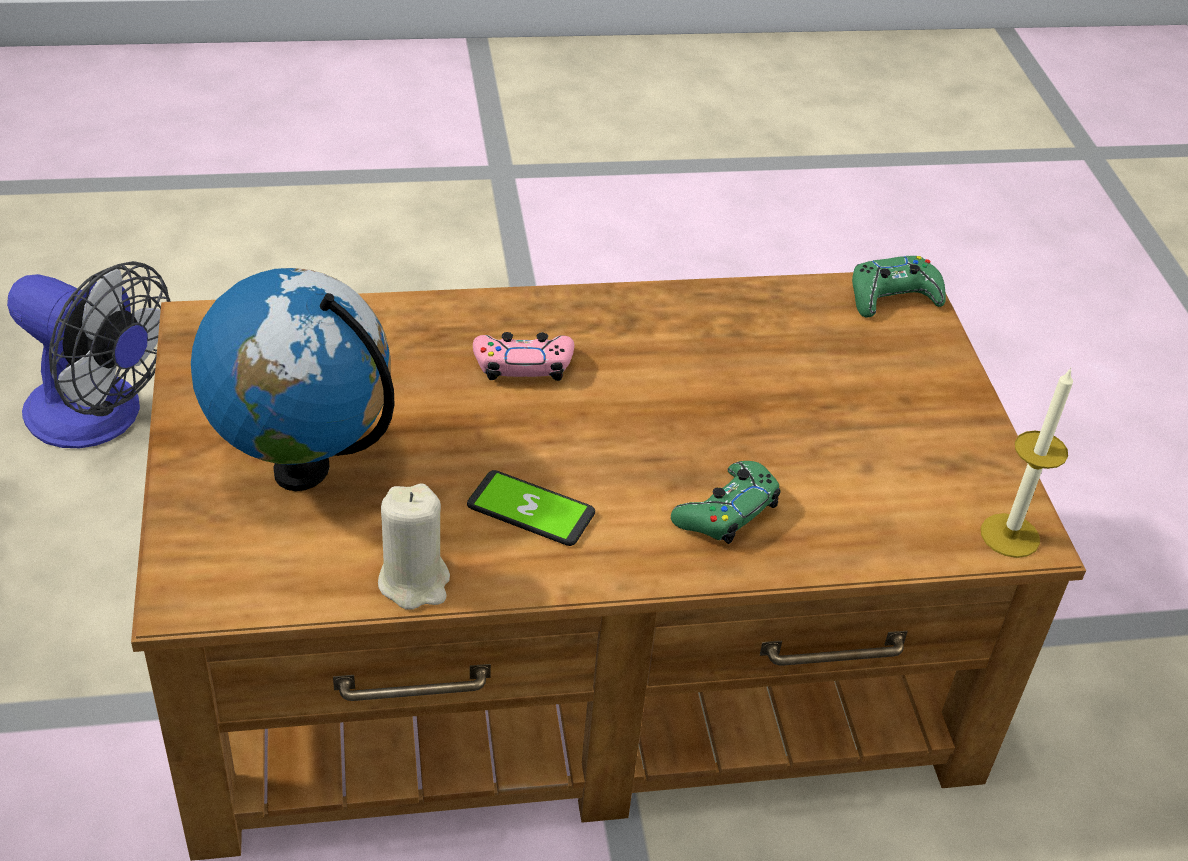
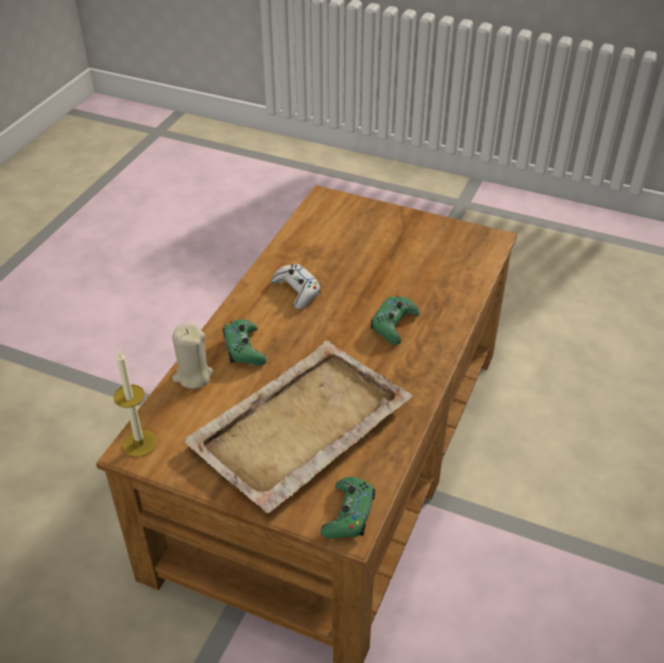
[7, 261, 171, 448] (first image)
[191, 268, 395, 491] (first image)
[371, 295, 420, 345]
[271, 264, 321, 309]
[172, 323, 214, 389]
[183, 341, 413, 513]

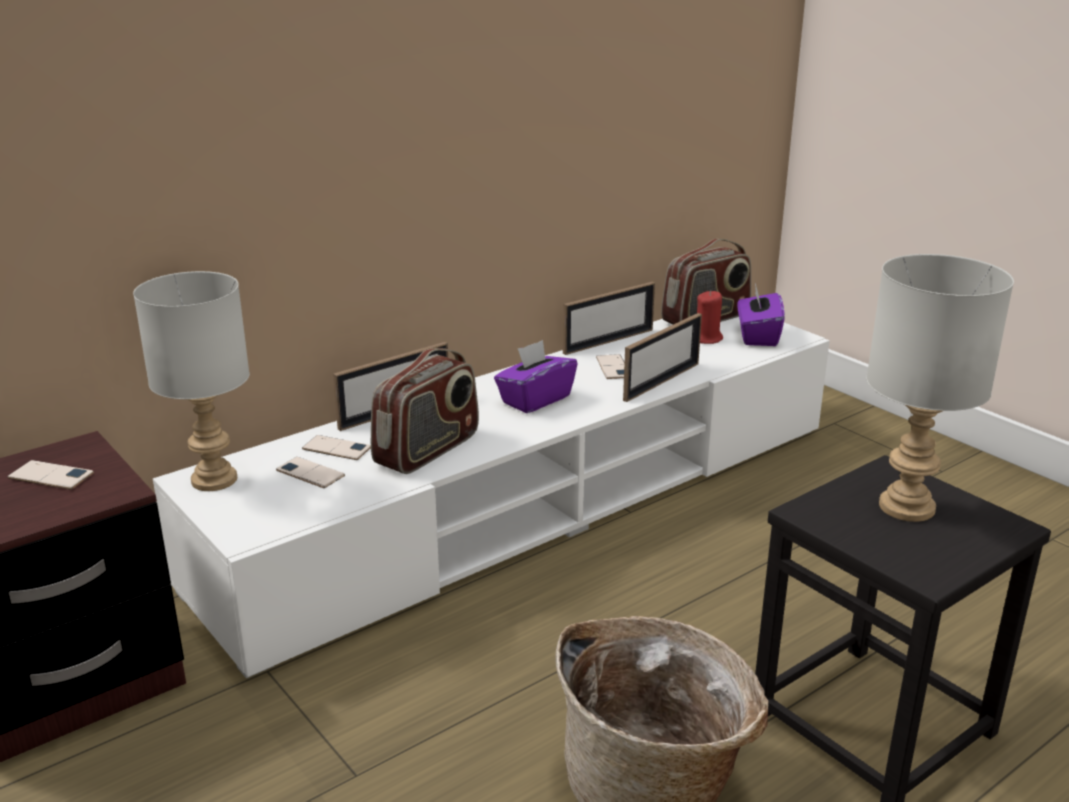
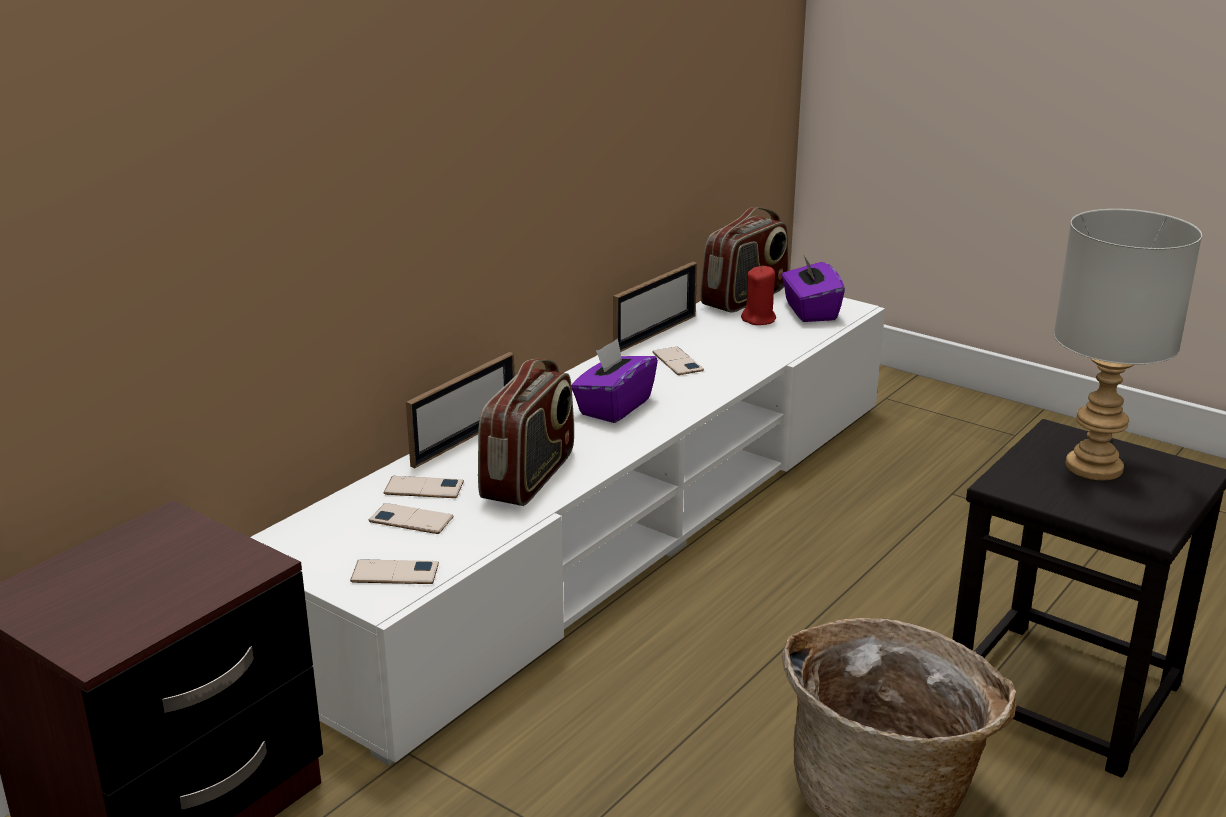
[133, 271, 250, 491] (first image)
[623, 313, 702, 402] (first image)
[350, 559, 439, 584]

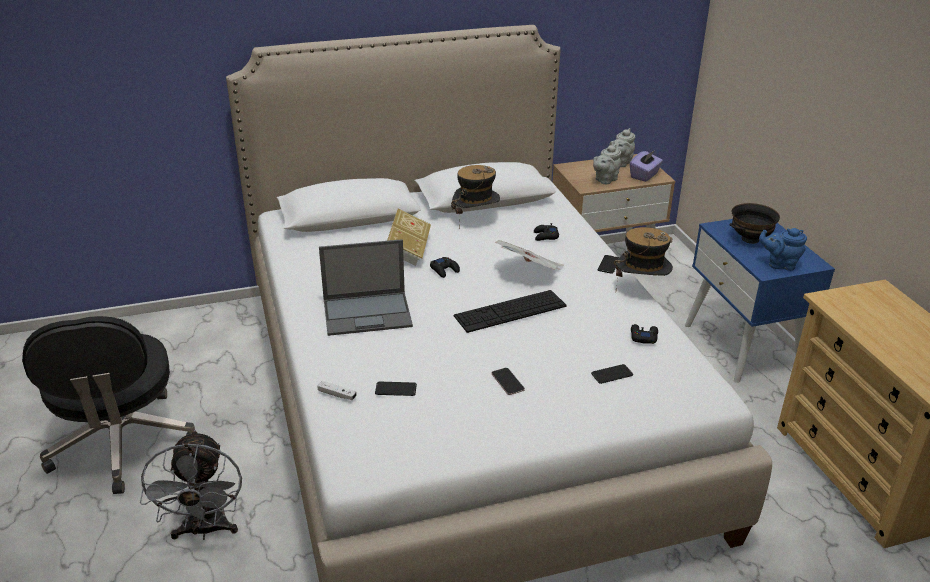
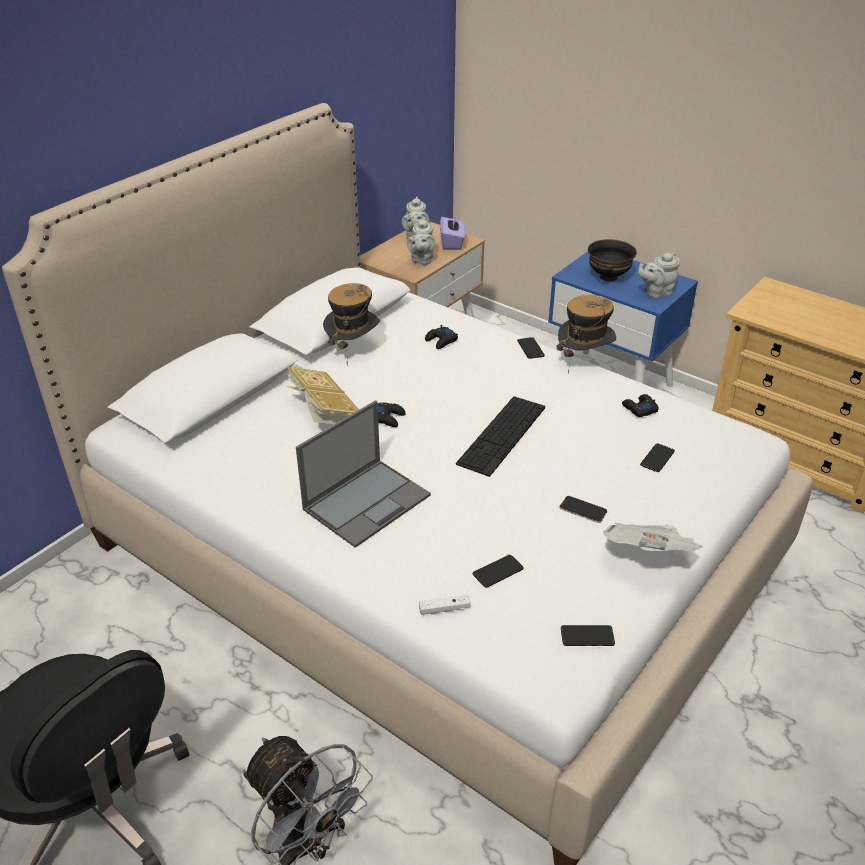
[638, 253, 680, 298]
[603, 523, 702, 552]
[561, 625, 615, 646]

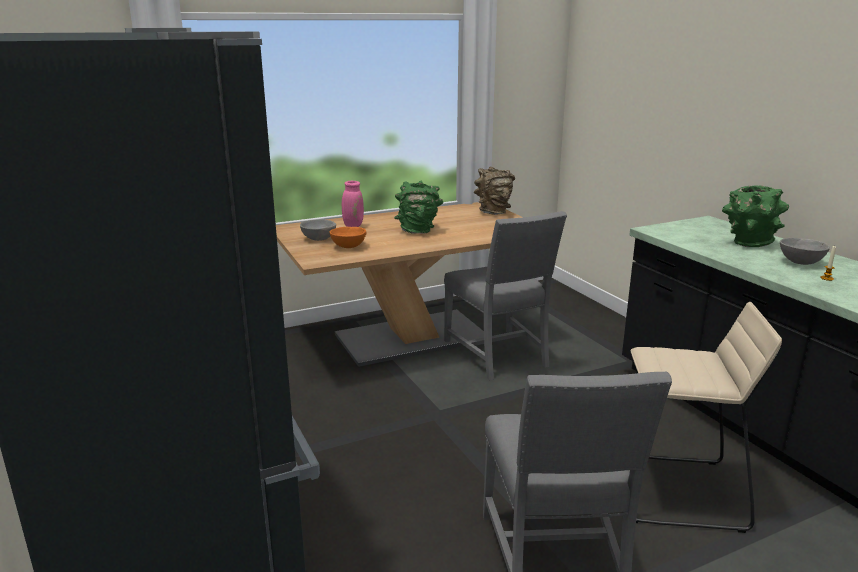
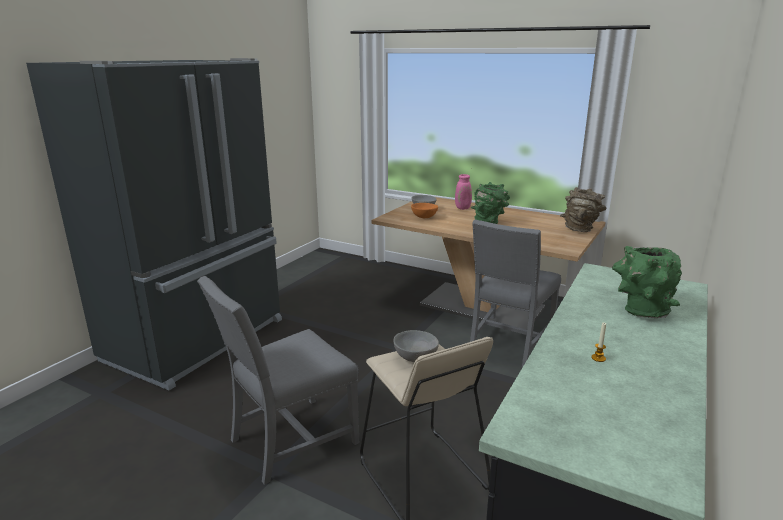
[393, 330, 439, 362]

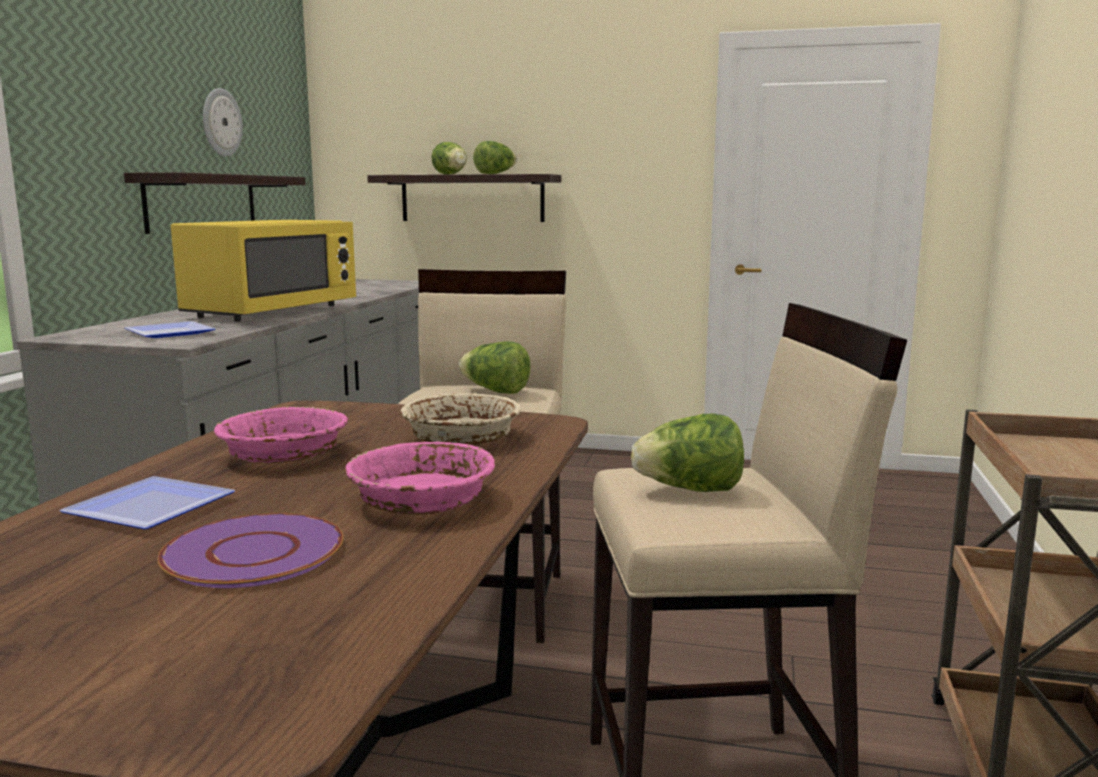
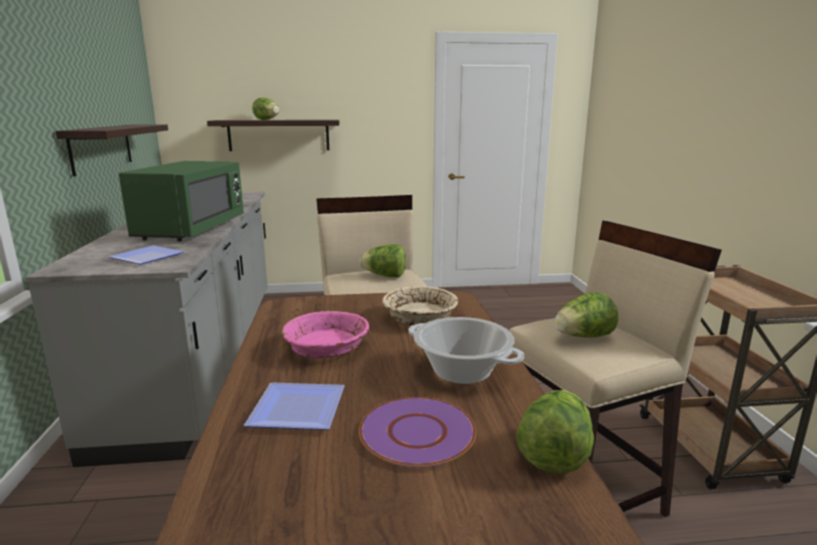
[203, 88, 243, 157] (first image)
[516, 390, 594, 474]
[119, 161, 244, 241]
[408, 317, 525, 384]

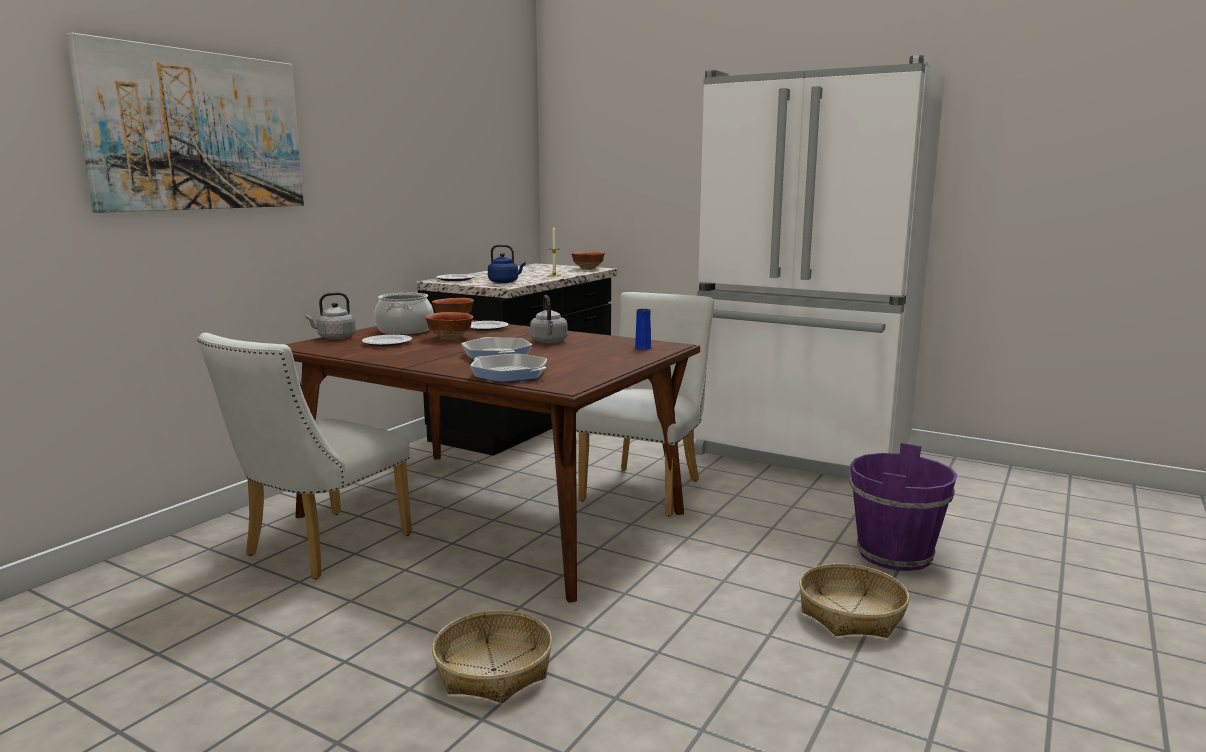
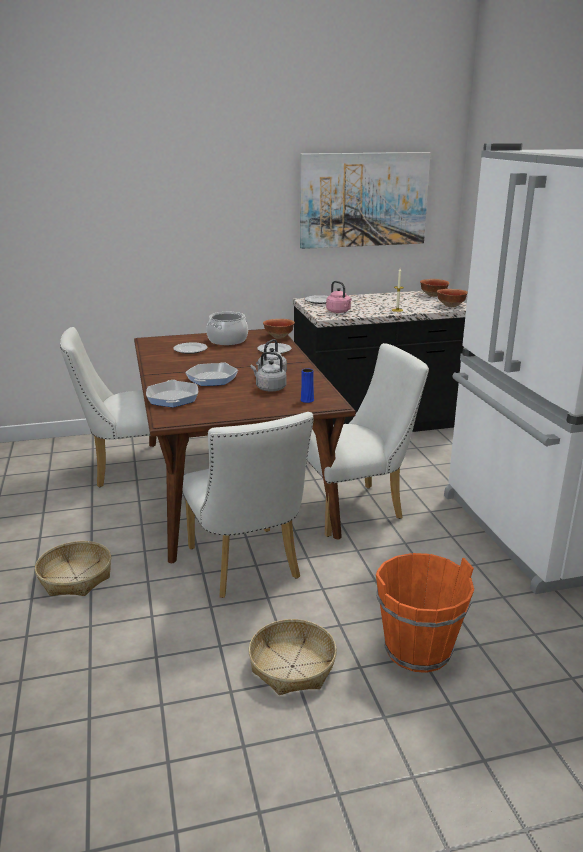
[300, 152, 431, 249]
[326, 281, 352, 313]
[251, 352, 286, 391]
[420, 279, 449, 297]
[376, 553, 474, 673]
[182, 412, 314, 598]

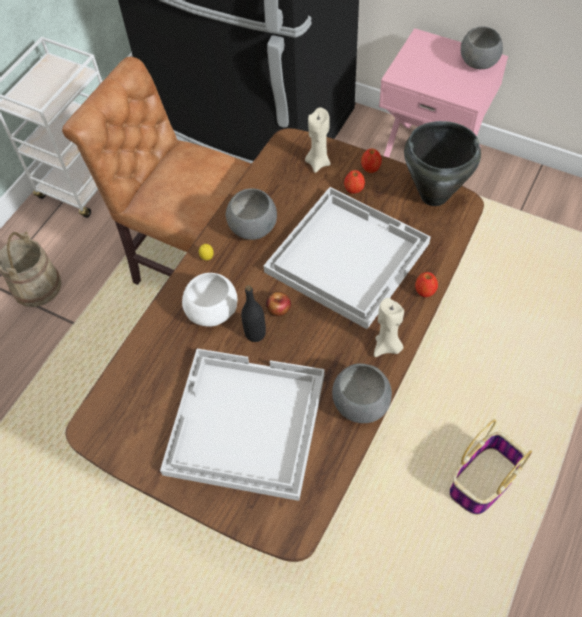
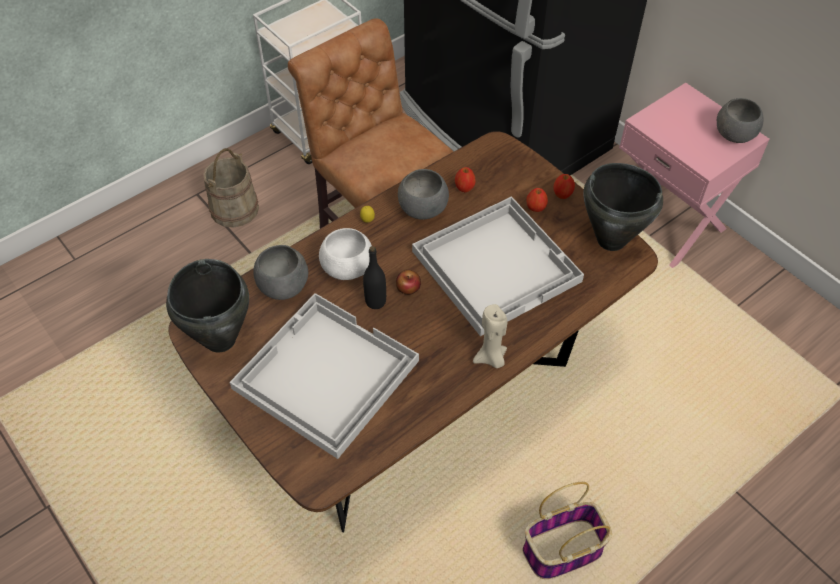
[305, 107, 331, 173] (first image)
[455, 167, 476, 192]
[253, 245, 308, 300]
[166, 259, 249, 353]

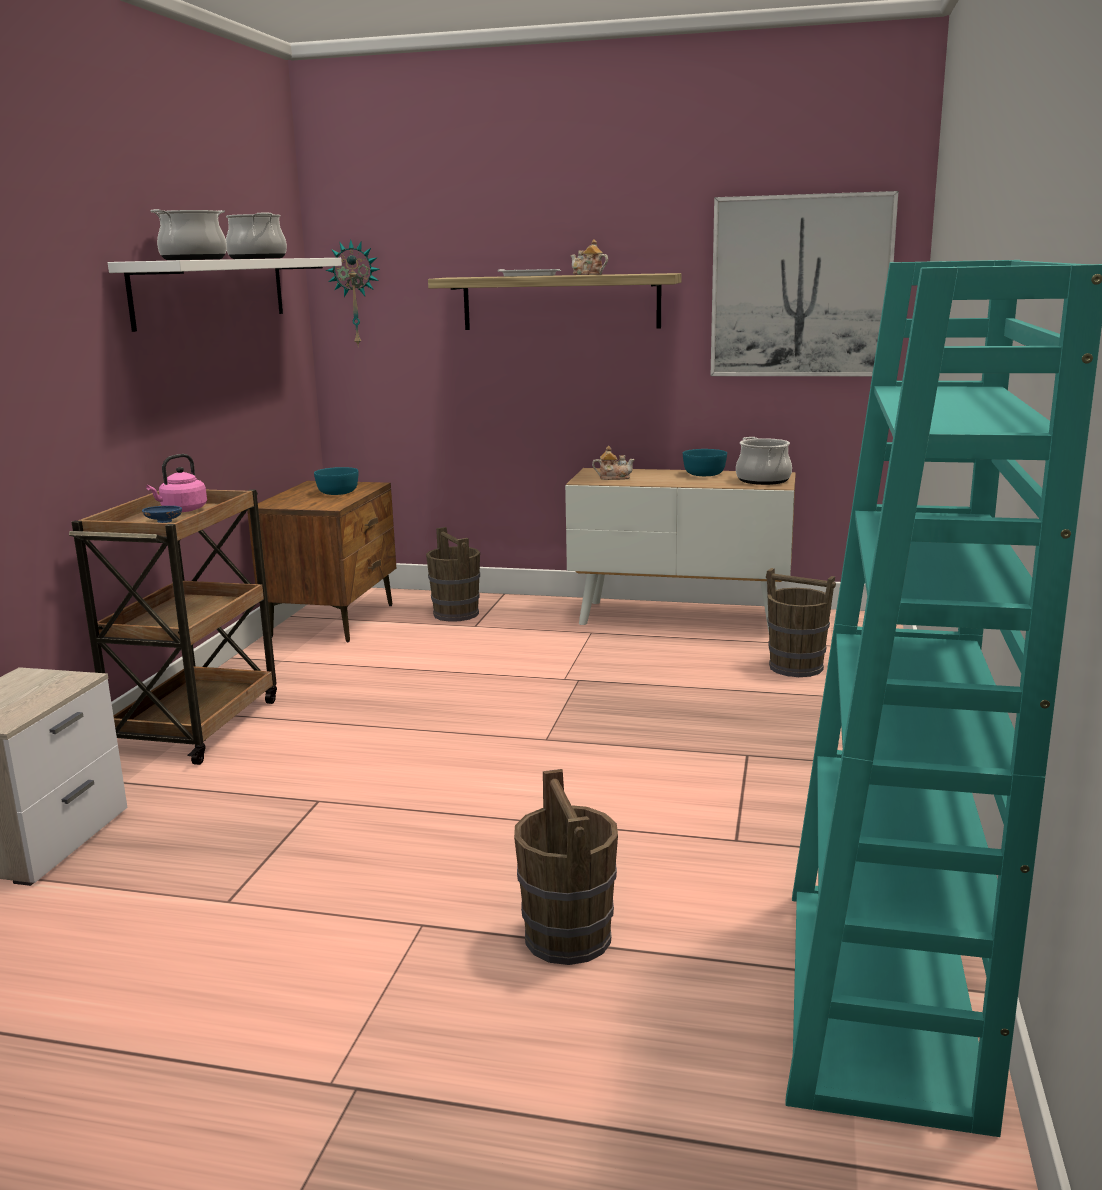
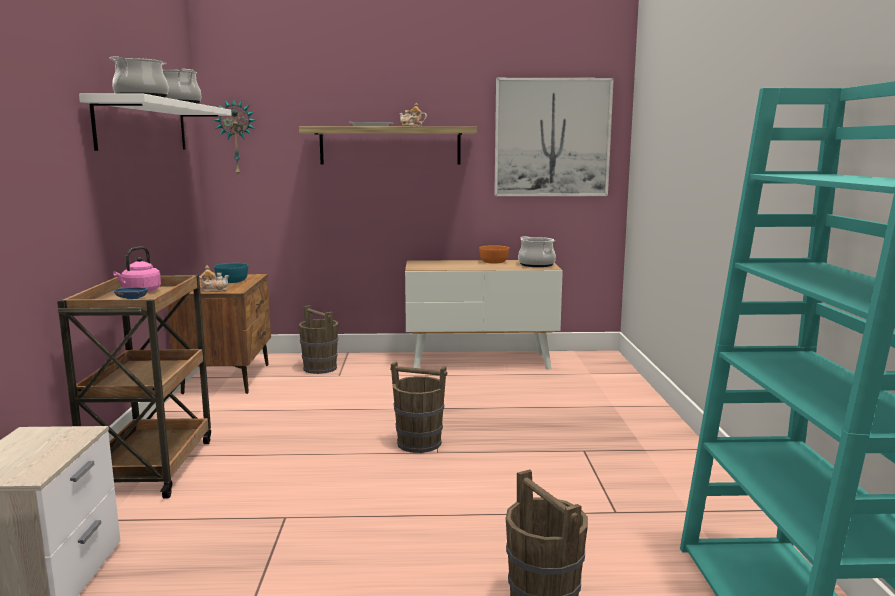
[199, 265, 230, 292]
[479, 245, 509, 264]
[390, 361, 447, 453]

